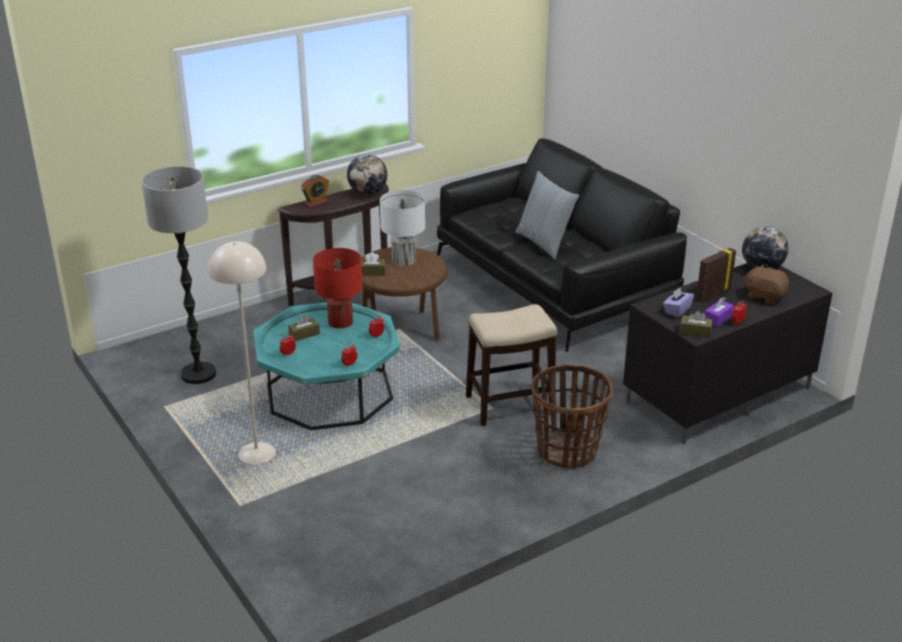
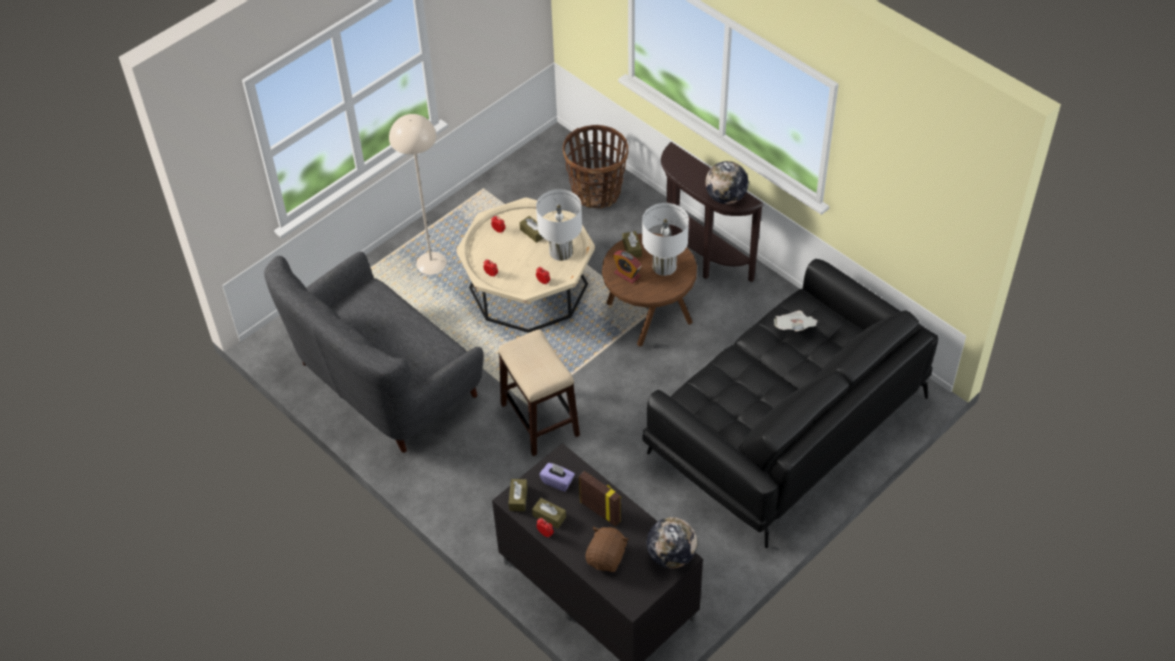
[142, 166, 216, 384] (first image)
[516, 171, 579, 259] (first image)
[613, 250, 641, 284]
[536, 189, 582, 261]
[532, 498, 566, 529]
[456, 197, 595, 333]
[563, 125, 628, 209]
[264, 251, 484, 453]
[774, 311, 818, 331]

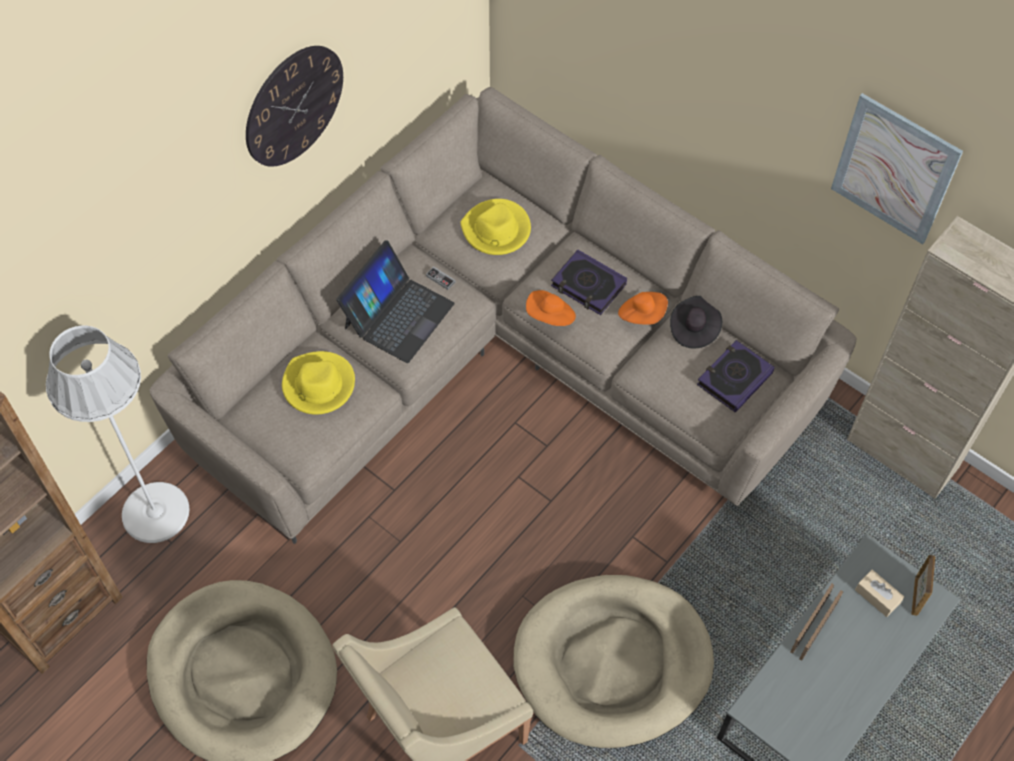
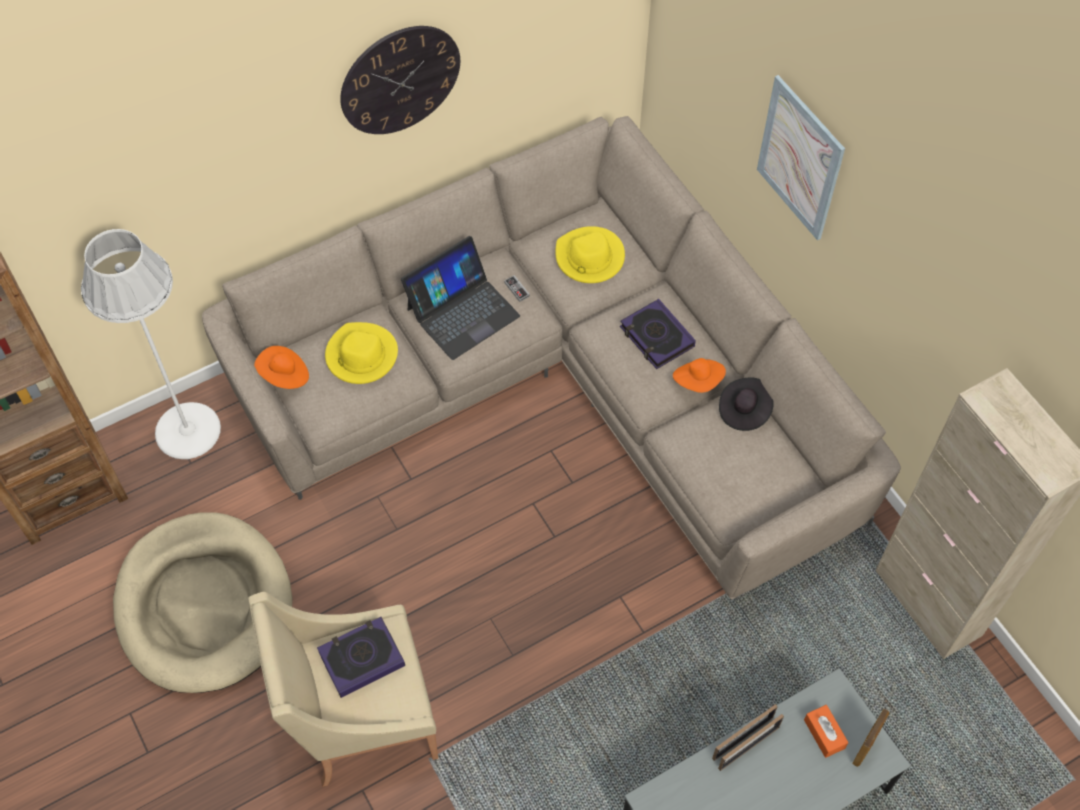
[757, 75, 845, 240]
[254, 346, 309, 389]
[317, 617, 405, 698]
[804, 705, 849, 758]
[513, 575, 714, 748] (first image)

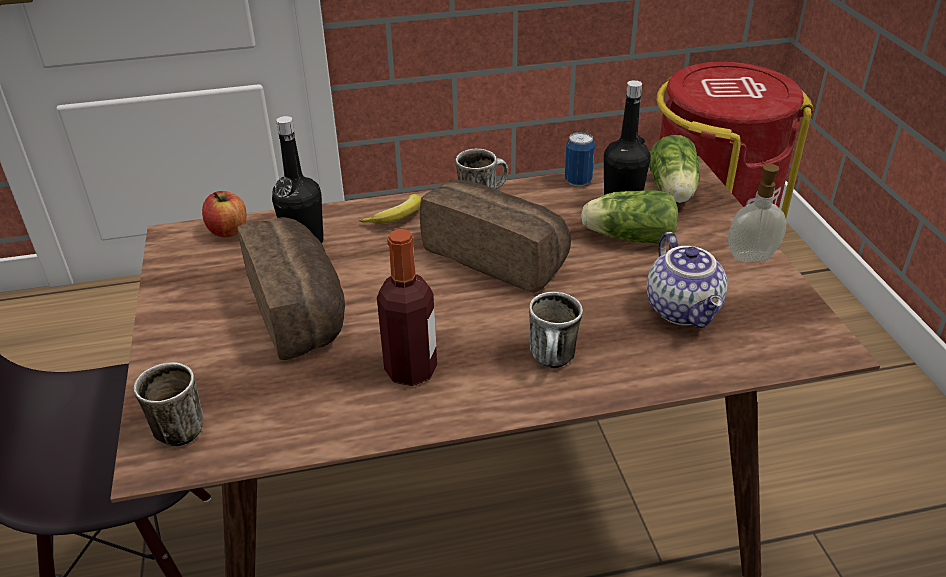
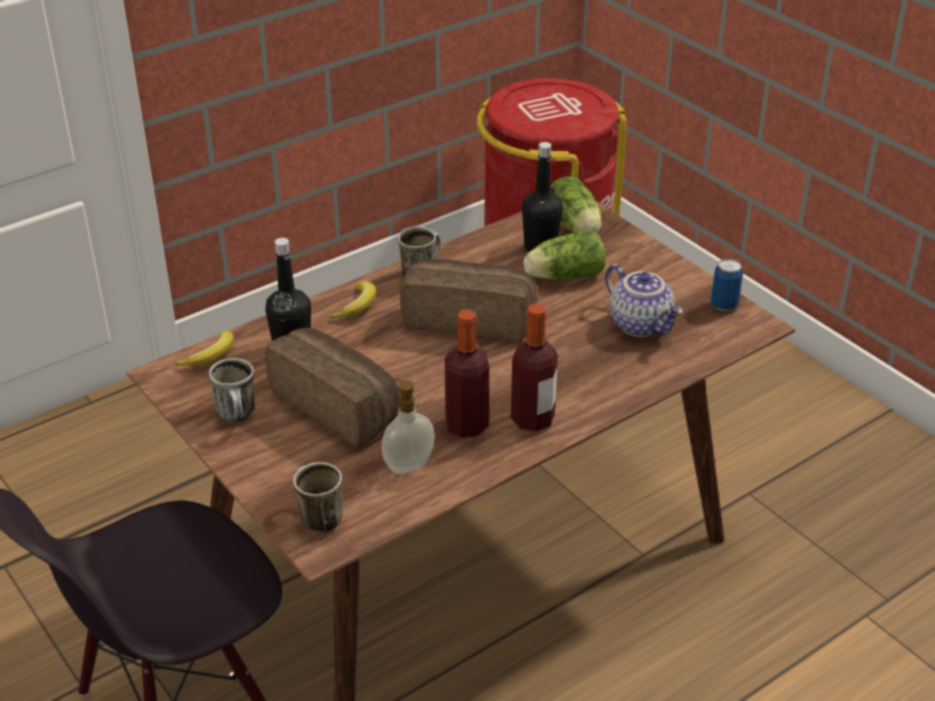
[711, 258, 743, 311]
[382, 378, 435, 474]
[173, 331, 234, 366]
[209, 358, 255, 422]
[511, 303, 558, 432]

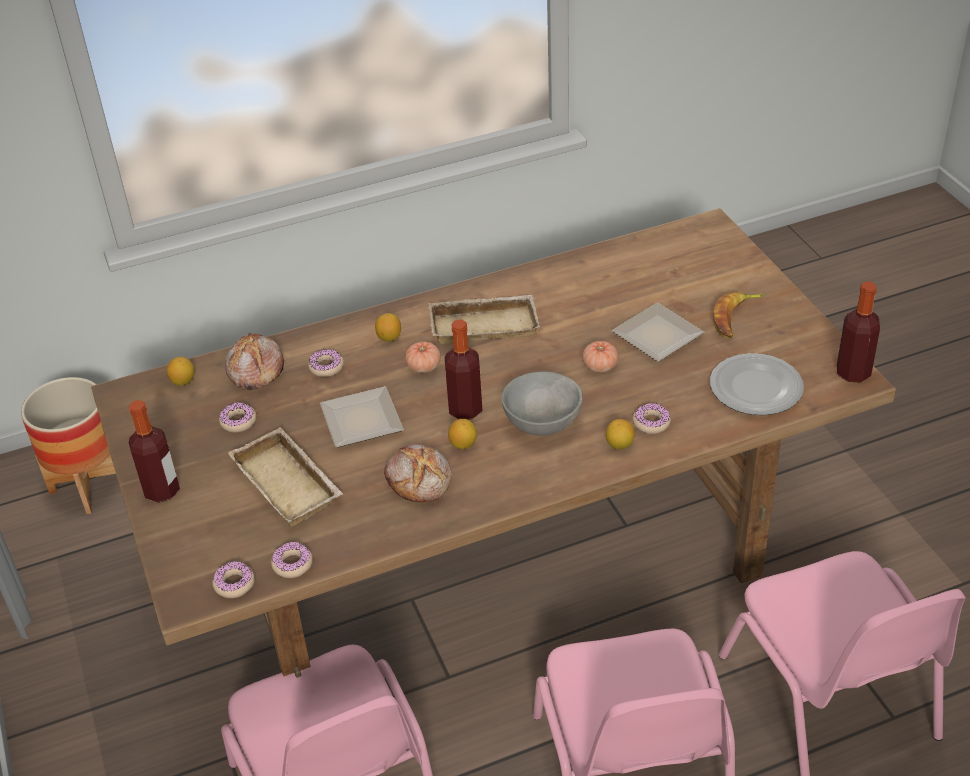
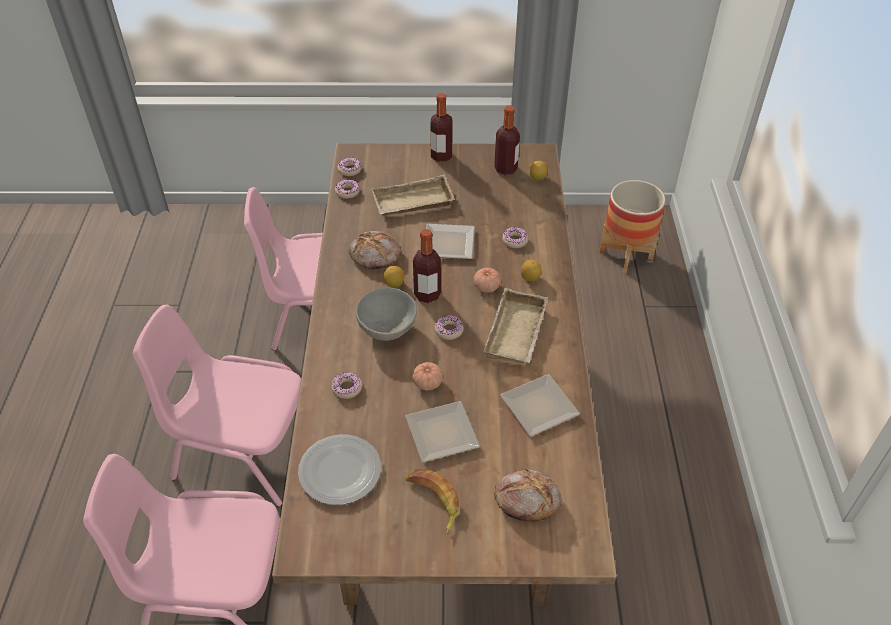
[494, 106, 520, 175]
[494, 469, 562, 522]
[435, 315, 464, 340]
[606, 419, 635, 450] (first image)
[500, 374, 580, 436]

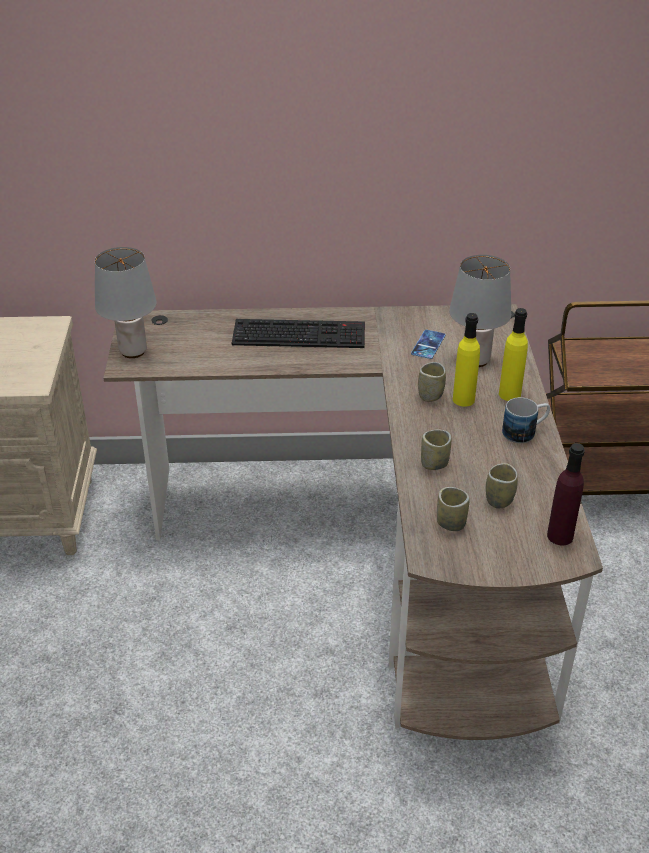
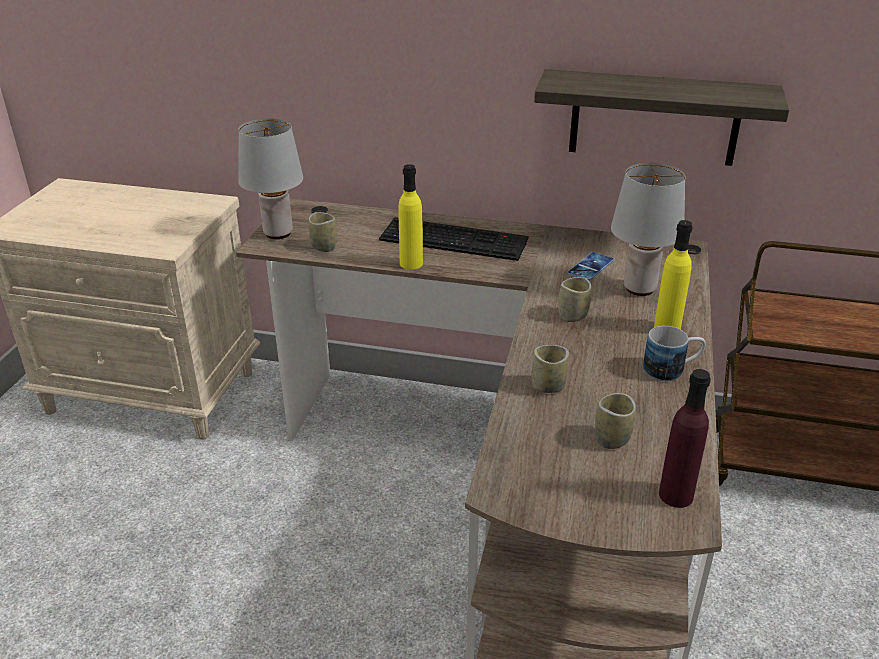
[398, 164, 423, 270]
[308, 212, 337, 252]
[534, 69, 789, 166]

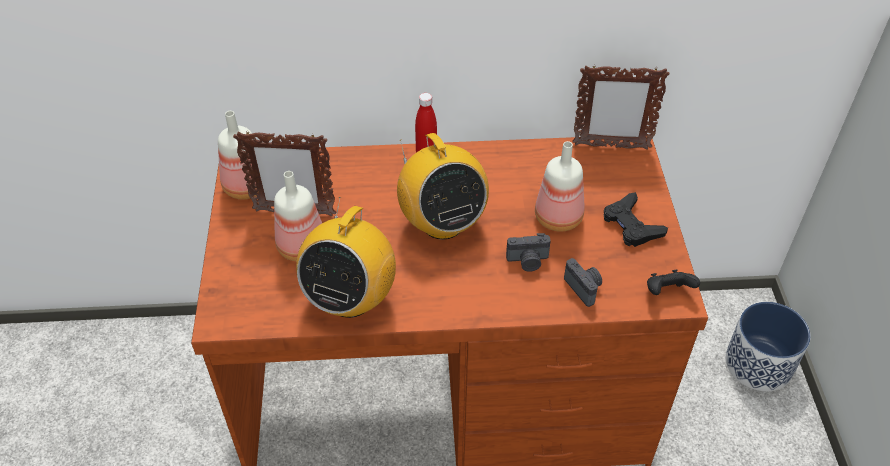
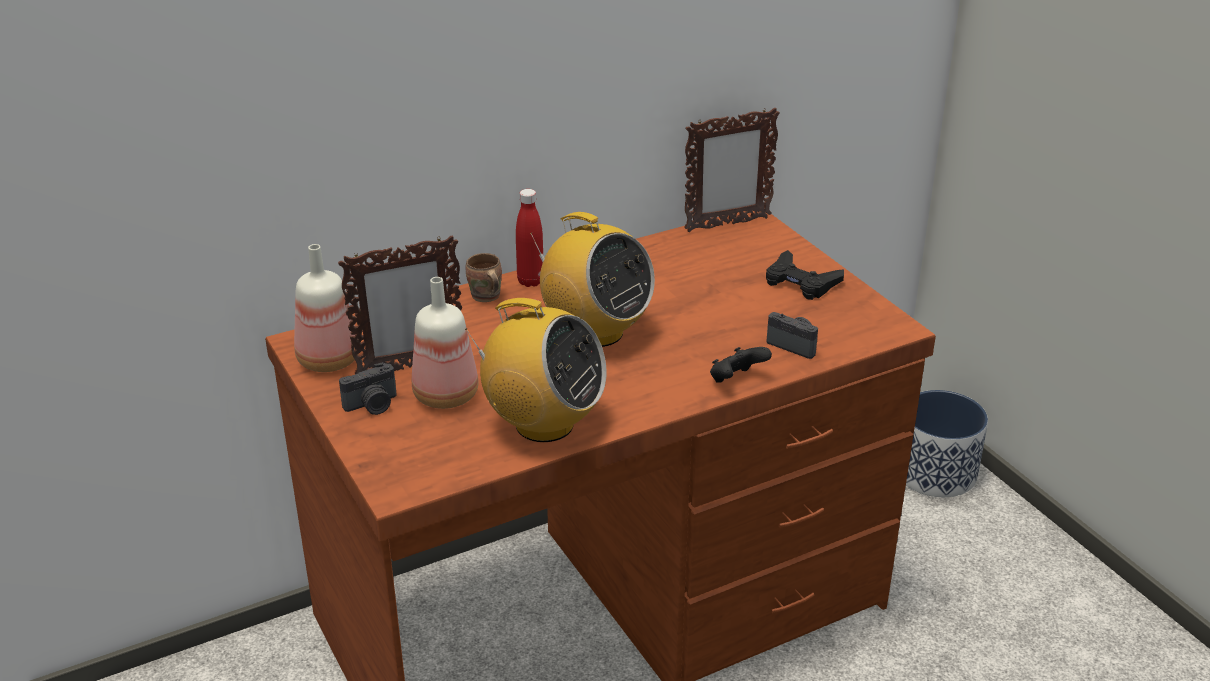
[535, 141, 585, 232] (first image)
[465, 298, 606, 442]
[339, 362, 396, 415]
[710, 347, 772, 383]
[466, 253, 502, 302]

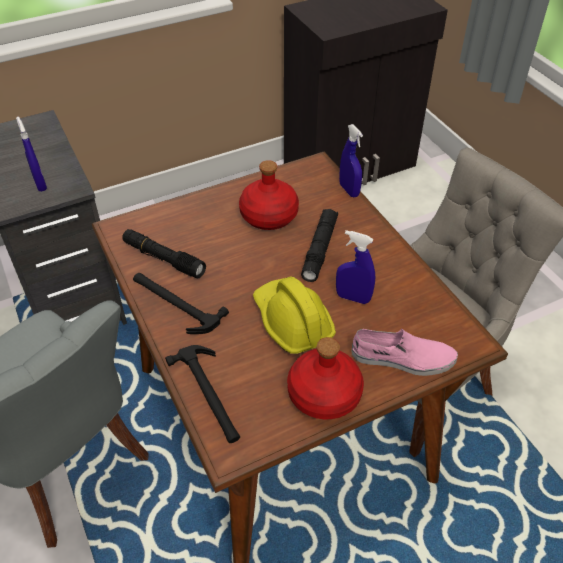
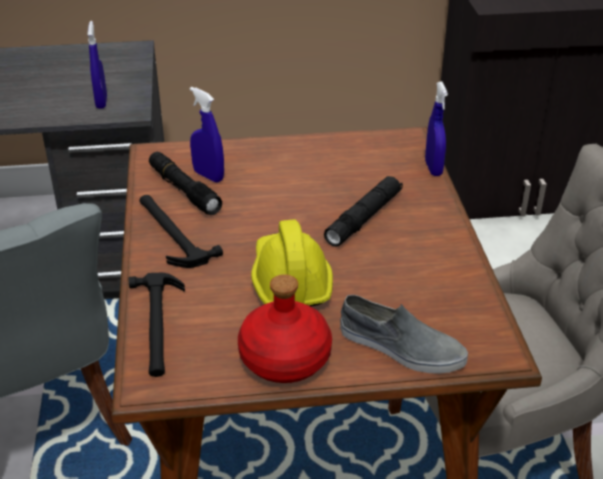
[239, 160, 299, 230] (first image)
[190, 87, 224, 183]
[340, 295, 468, 374]

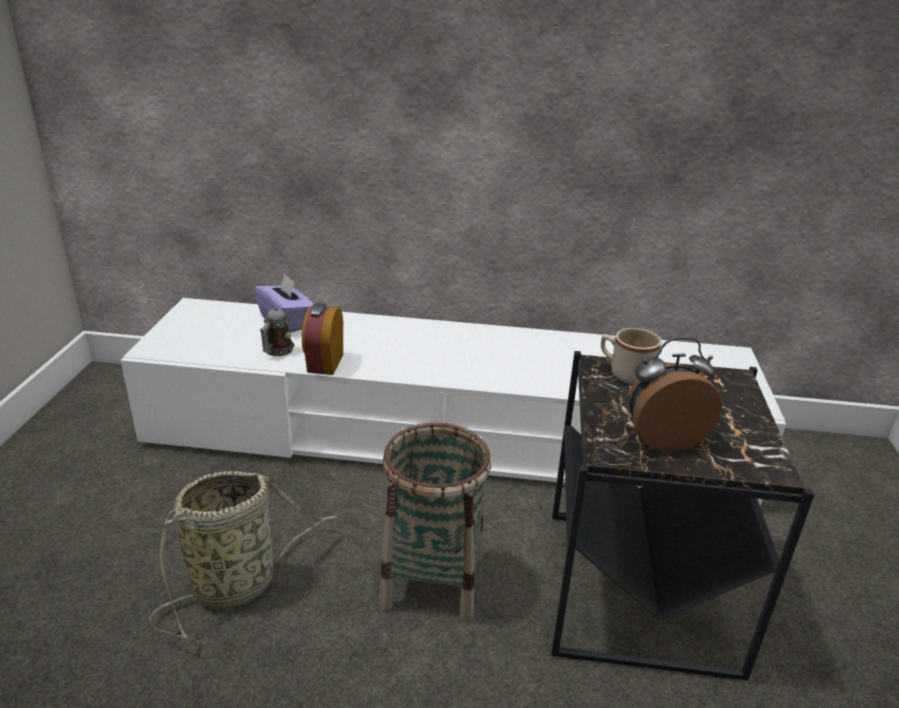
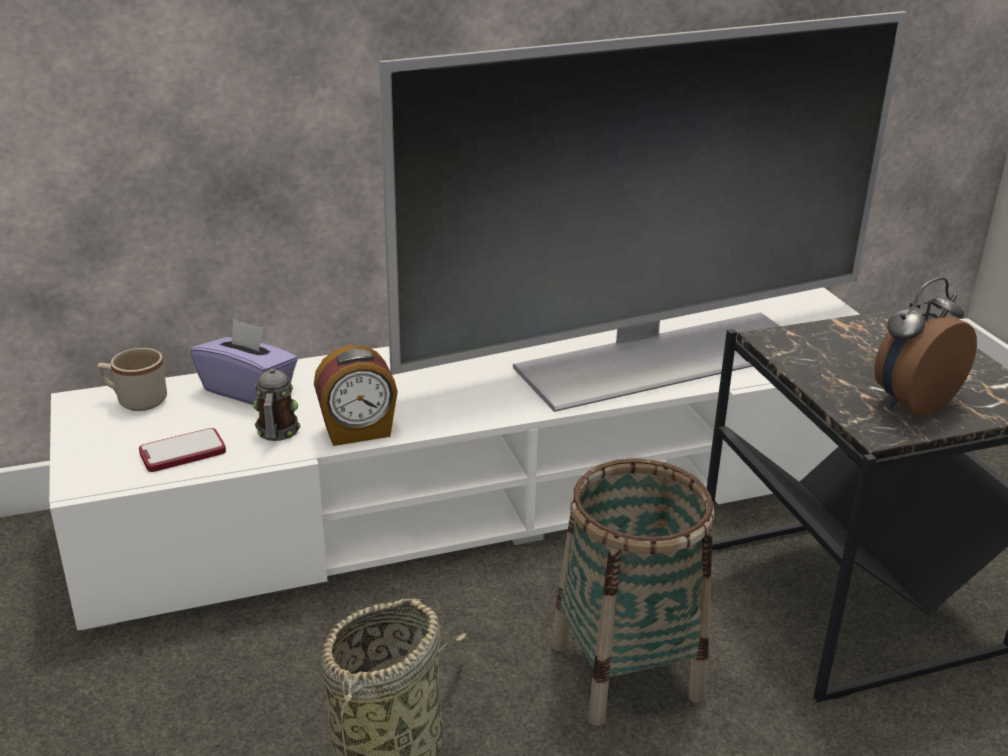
[314, 345, 398, 446]
[97, 348, 167, 411]
[379, 11, 907, 412]
[139, 428, 226, 472]

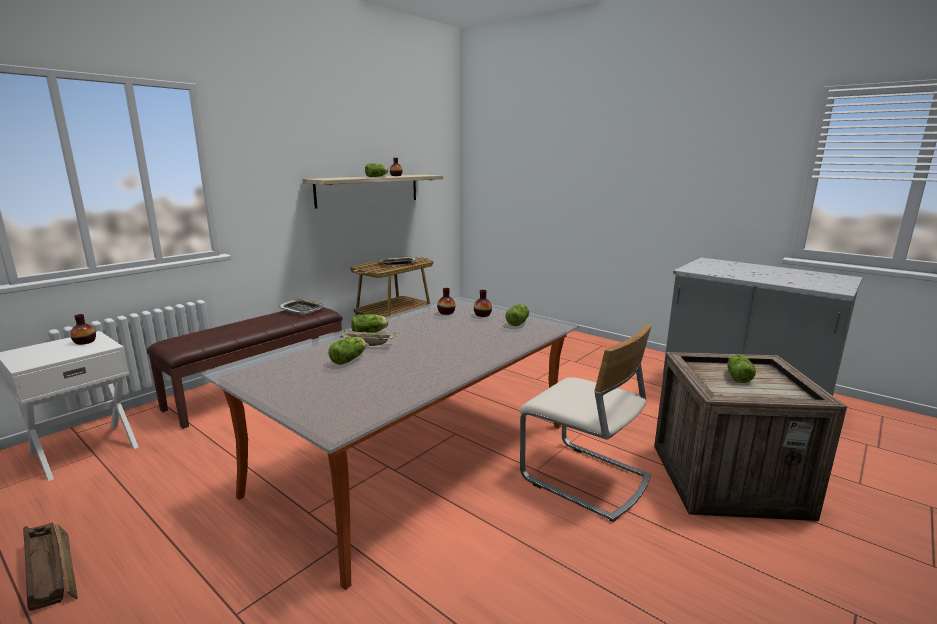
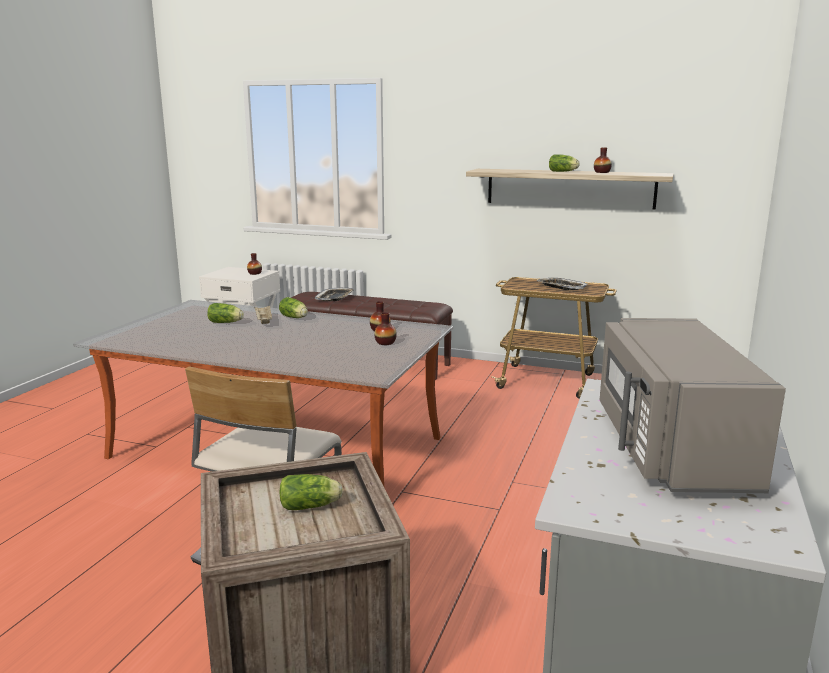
[315, 288, 354, 301]
[505, 304, 529, 326] (first image)
[23, 522, 78, 611] (first image)
[600, 318, 786, 493]

